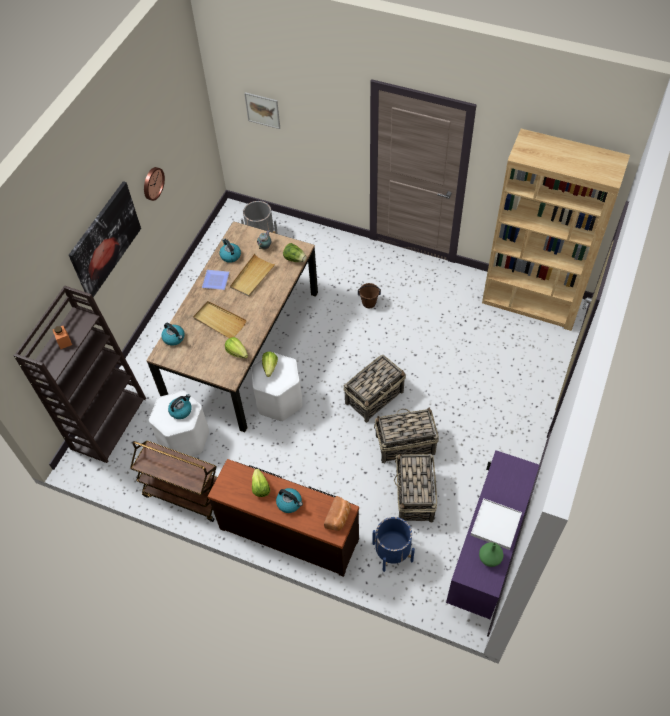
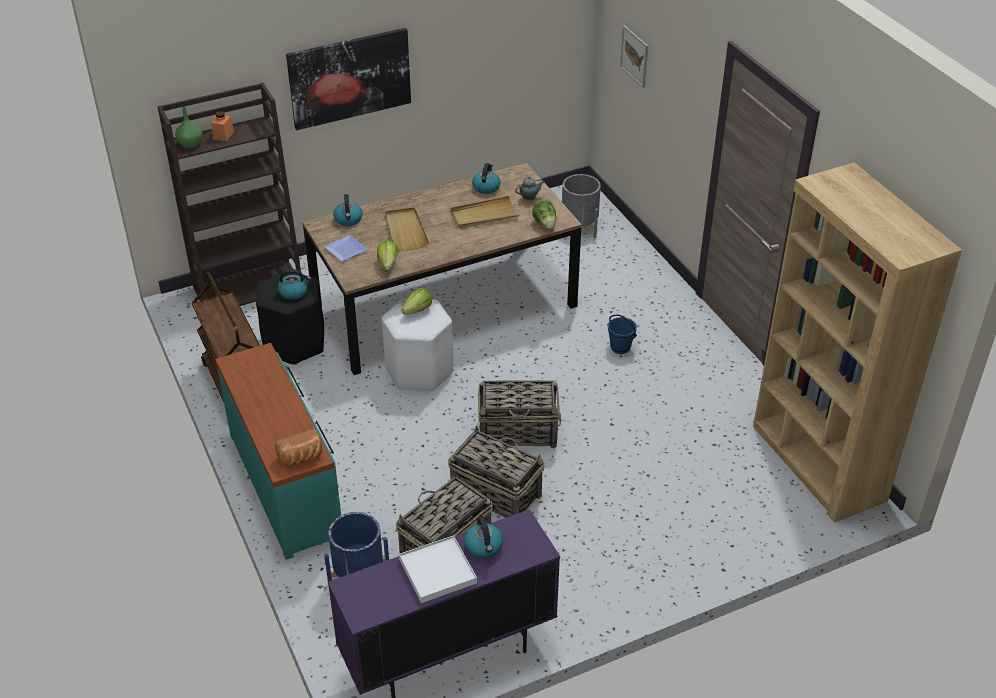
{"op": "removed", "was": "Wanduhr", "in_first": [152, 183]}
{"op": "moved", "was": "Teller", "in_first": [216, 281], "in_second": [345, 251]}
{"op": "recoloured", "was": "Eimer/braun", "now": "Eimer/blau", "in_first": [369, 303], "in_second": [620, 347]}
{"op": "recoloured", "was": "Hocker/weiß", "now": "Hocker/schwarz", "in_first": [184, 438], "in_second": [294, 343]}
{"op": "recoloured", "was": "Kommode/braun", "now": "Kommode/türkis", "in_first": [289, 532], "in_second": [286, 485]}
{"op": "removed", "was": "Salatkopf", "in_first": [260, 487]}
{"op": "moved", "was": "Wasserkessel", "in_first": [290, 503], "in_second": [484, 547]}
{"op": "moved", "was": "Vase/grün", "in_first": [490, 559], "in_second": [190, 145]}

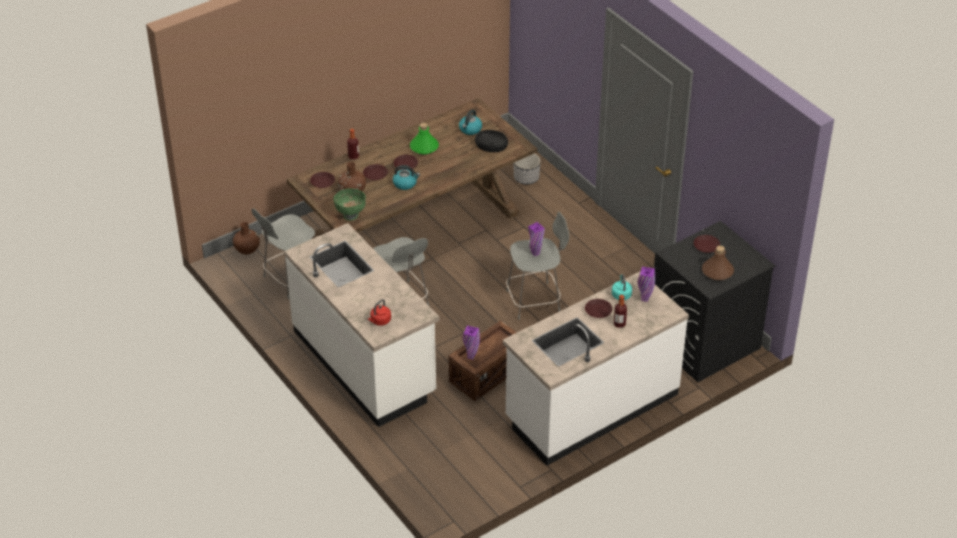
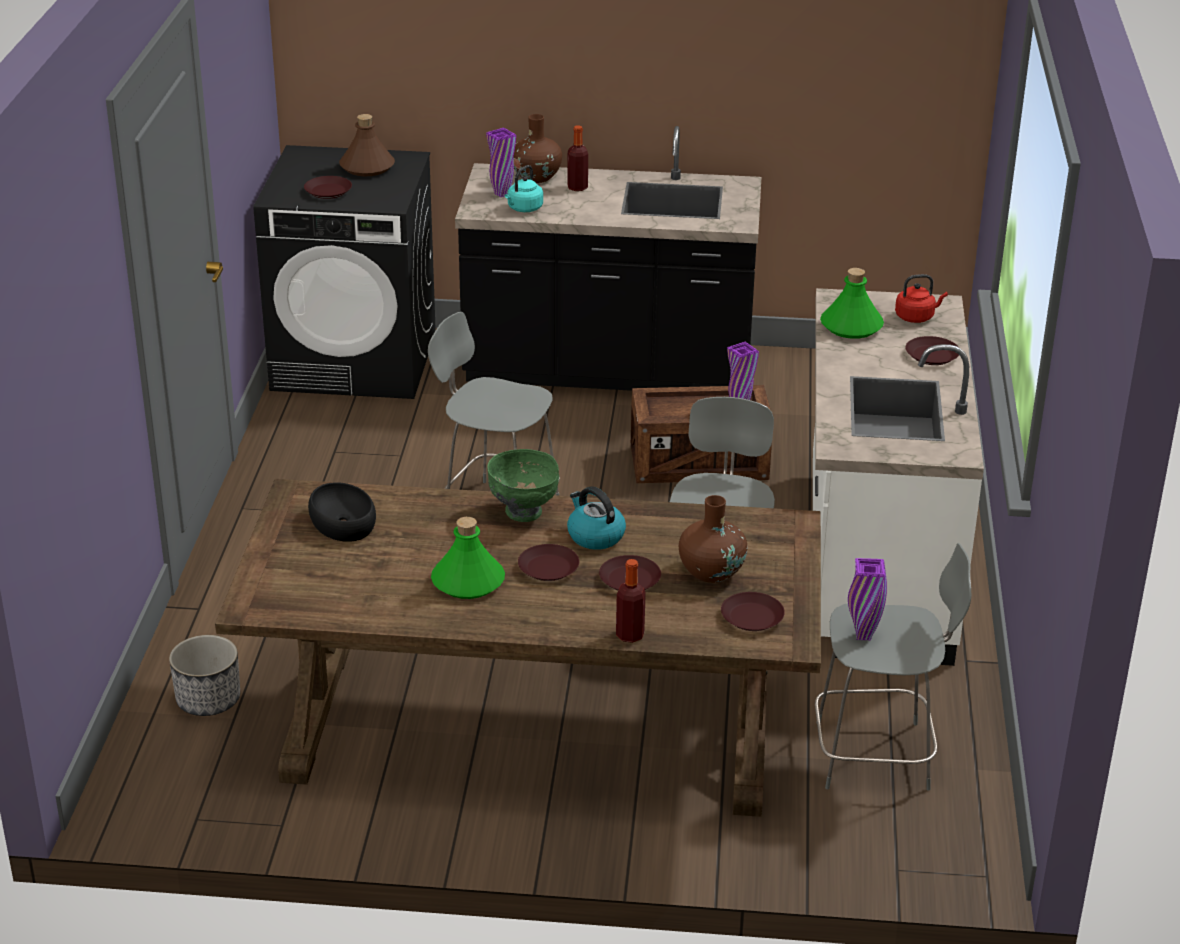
{"op": "removed", "was": "Wasserkessel", "in_first": [470, 129]}
{"op": "moved", "was": "Schüssel/grün", "in_first": [350, 215], "in_second": [523, 513]}
{"op": "moved", "was": "Vase/braun", "in_first": [247, 249], "in_second": [536, 177]}
{"op": "moved", "was": "Vase/lila", "in_first": [535, 253], "in_second": [863, 635]}
{"op": "recoloured", "was": "Küchenzeile/weiß", "now": "Küchenzeile/schwarz", "in_first": [591, 407], "in_second": [608, 371]}
{"op": "moved", "was": "Teller/braun", "in_first": [598, 310], "in_second": [931, 356]}
{"op": "added", "now": "Flasche/grün", "in_second": [851, 326]}

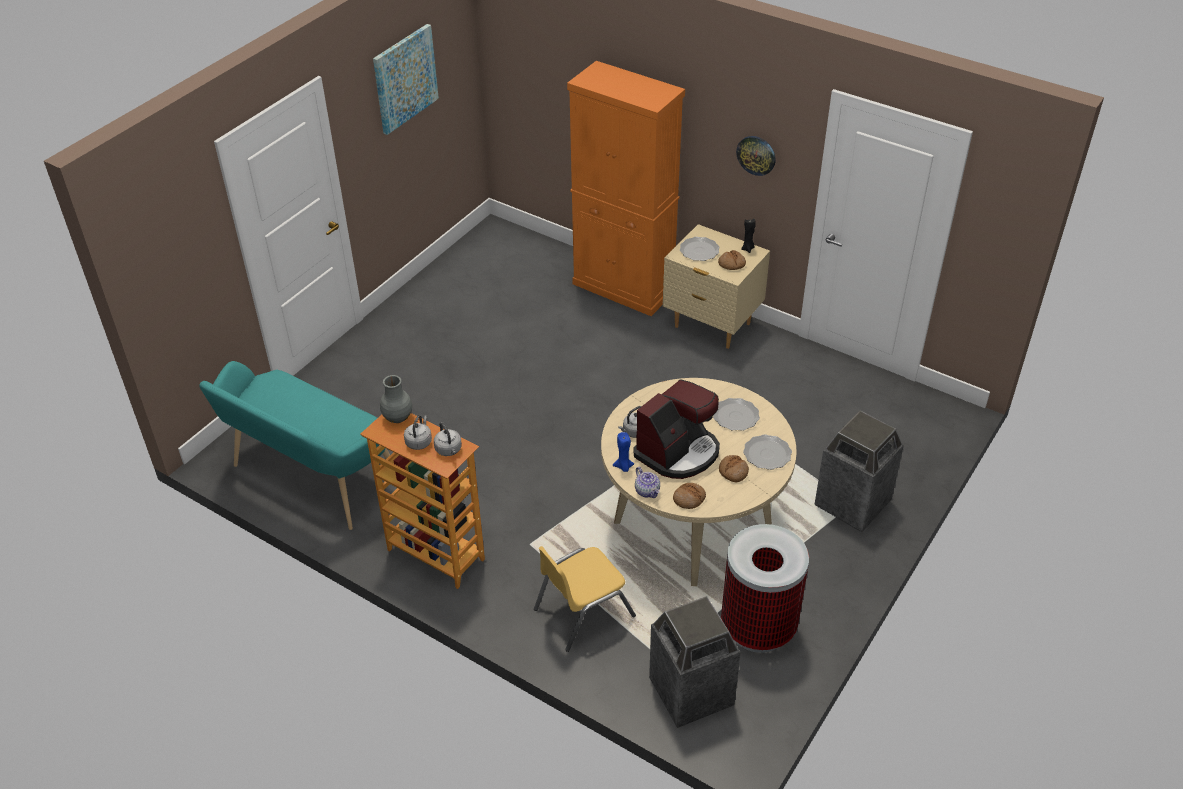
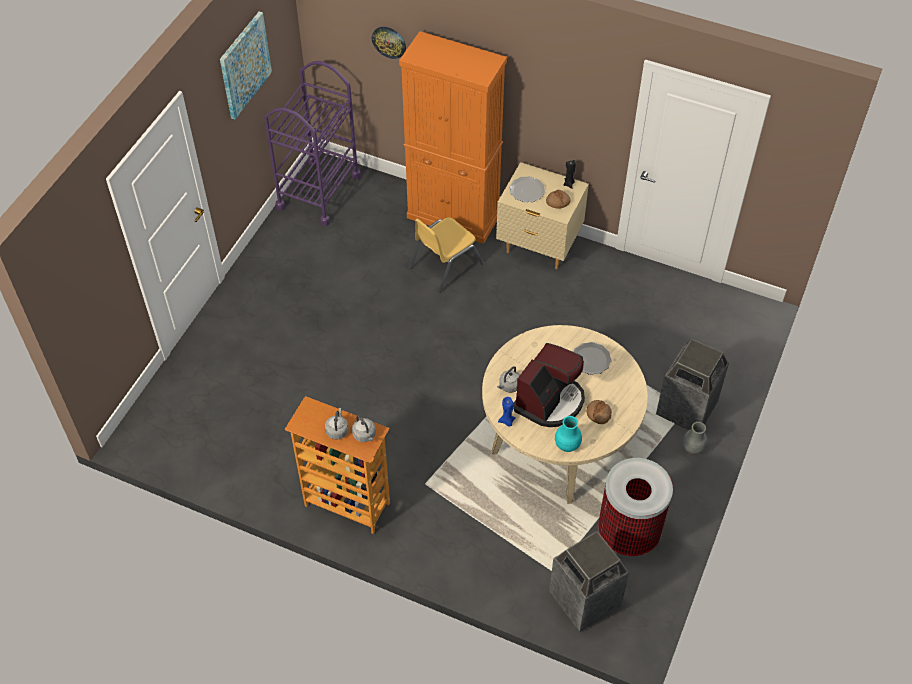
{"op": "moved", "was": "Wanduhr", "in_first": [756, 155], "in_second": [389, 42]}
{"op": "removed", "was": "Bank/türkis", "in_first": [310, 479]}
{"op": "moved", "was": "Vase/grau", "in_first": [397, 418], "in_second": [693, 448]}
{"op": "removed", "was": "Teller", "in_first": [767, 454]}
{"op": "removed", "was": "Teekanne", "in_first": [647, 491]}
{"op": "replaced", "was": "Brot", "now": "Vase/türkis", "in_first": [689, 498], "in_second": [567, 444]}
{"op": "moved", "was": "Stuhl/gelb", "in_first": [583, 612], "in_second": [445, 265]}
{"op": "added", "now": "Rollwagen/lila", "in_second": [318, 192]}

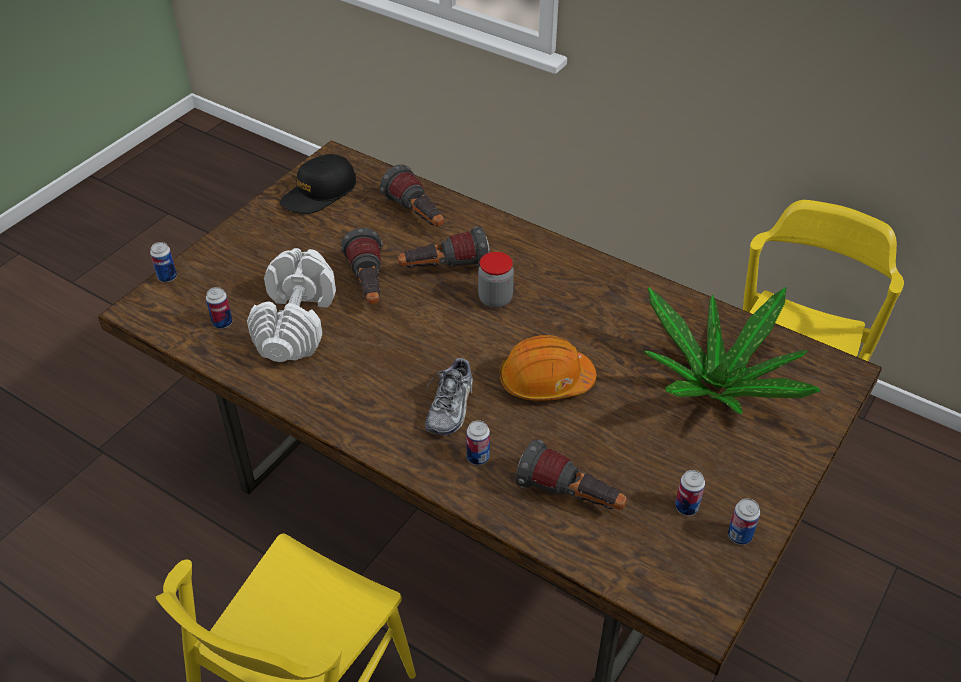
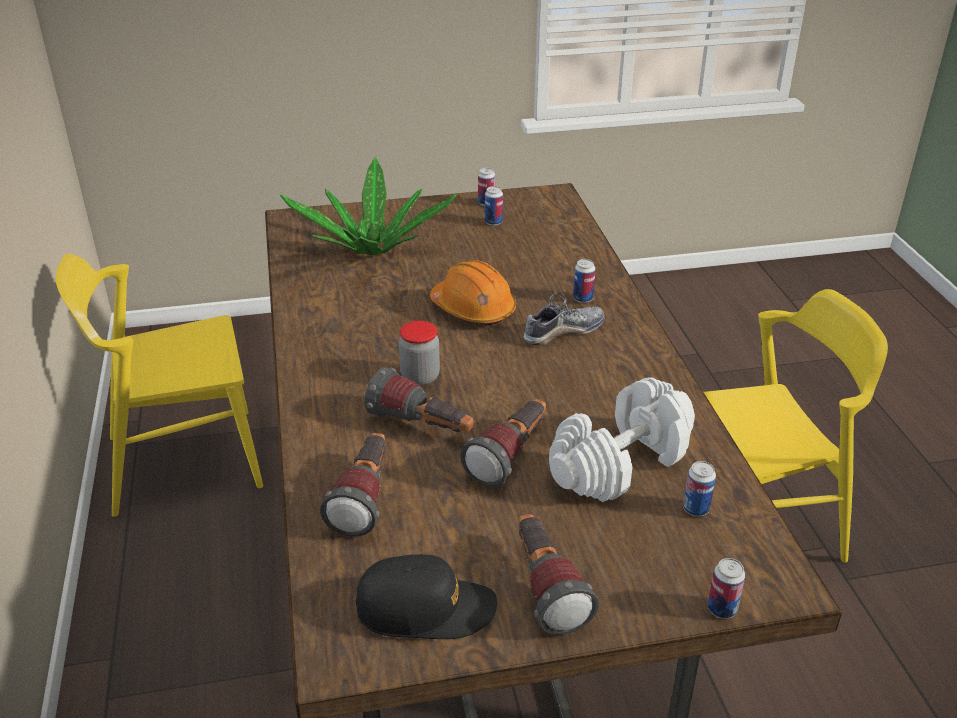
{"op": "moved", "was": "Taschenlampe", "in_first": [570, 497], "in_second": [545, 587]}

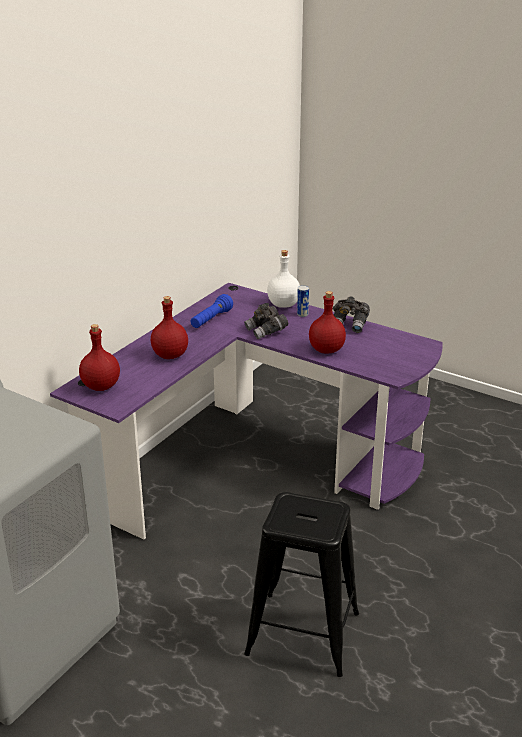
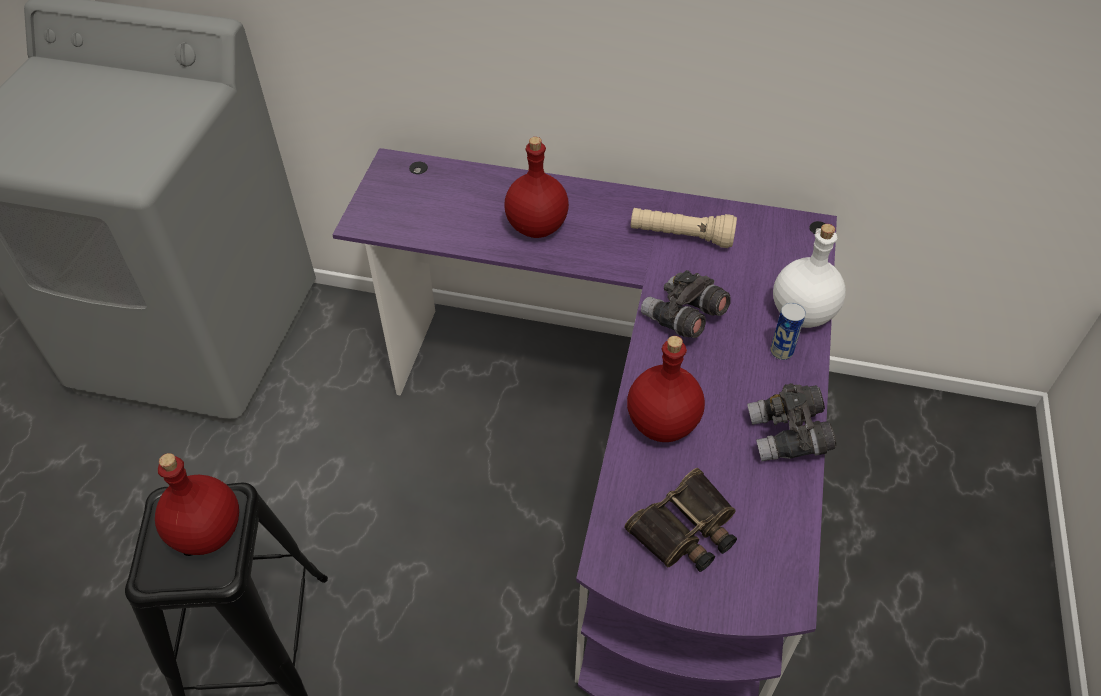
{"op": "recoloured", "was": "Taschenlampe/blau", "now": "Taschenlampe/beige", "in_first": [211, 320], "in_second": [681, 237]}
{"op": "moved", "was": "Flasche/rot", "in_first": [100, 386], "in_second": [209, 531]}
{"op": "added", "now": "Fernglas", "in_second": [686, 530]}

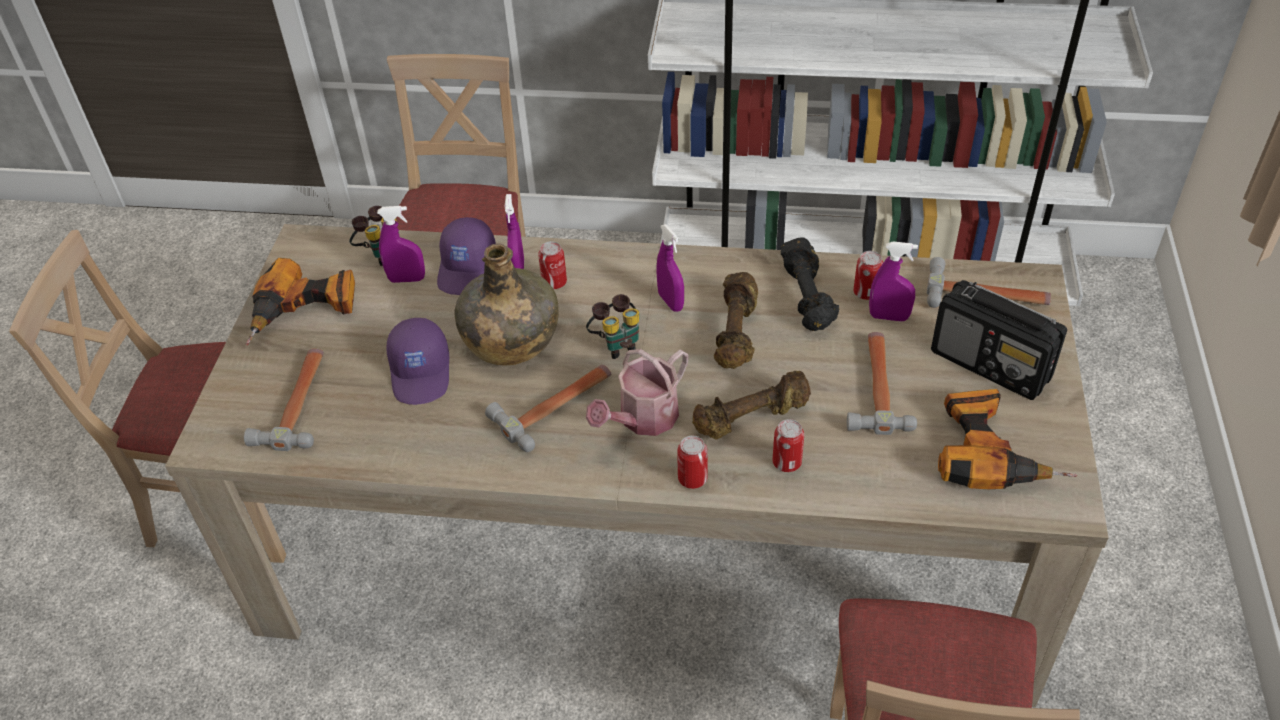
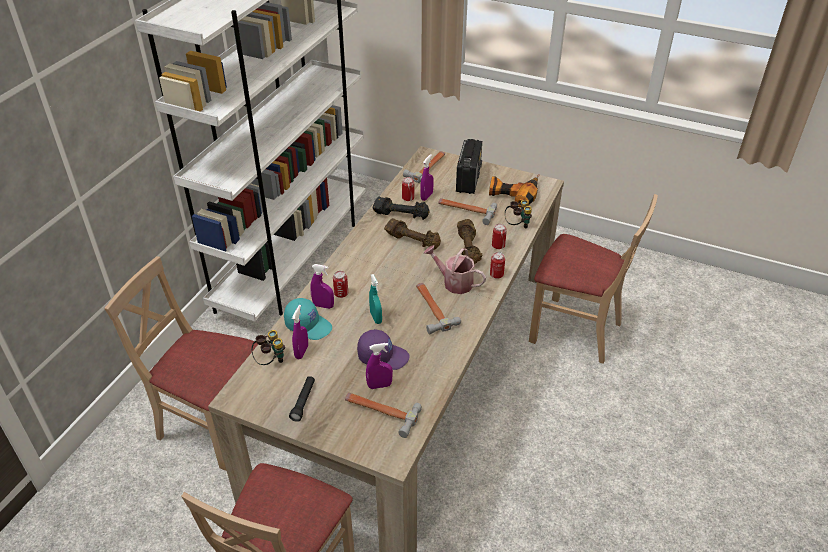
{"op": "recoloured", "was": "Kappe/lila", "now": "Kappe/türkis", "in_first": [468, 269], "in_second": [309, 325]}
{"op": "moved", "was": "Sprühflasche/lila", "in_first": [670, 302], "in_second": [379, 385]}
{"op": "replaced", "was": "Flasche/grün", "now": "Sprühflasche/türkis", "in_first": [510, 340], "in_second": [376, 318]}
{"op": "replaced", "was": "Bohrmaschine", "now": "Taschenlampe/schwarz", "in_first": [306, 312], "in_second": [303, 401]}
{"op": "turned", "was": "Radio", "in_first": [991, 365], "in_second": [468, 179], "clockwise": -45}
{"op": "moved", "was": "Fernglas", "in_first": [616, 344], "in_second": [517, 225]}
{"op": "turned", "was": "Gießkanne", "in_first": [643, 419], "in_second": [454, 282], "clockwise": 150}

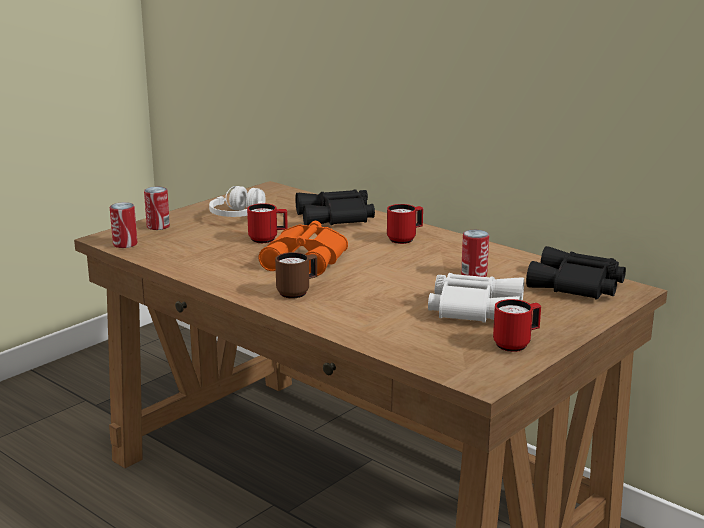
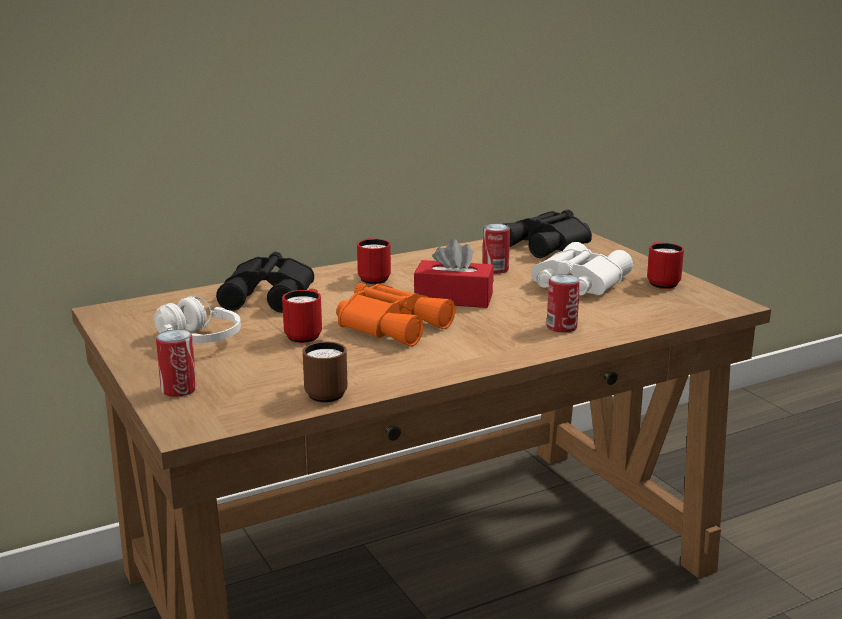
{"op": "moved", "was": "Dose", "in_first": [125, 244], "in_second": [561, 327]}
{"op": "moved", "was": "Henkelbecher/braun", "in_first": [297, 292], "in_second": [324, 392]}
{"op": "added", "now": "Taschentuchbox/rot", "in_second": [453, 298]}

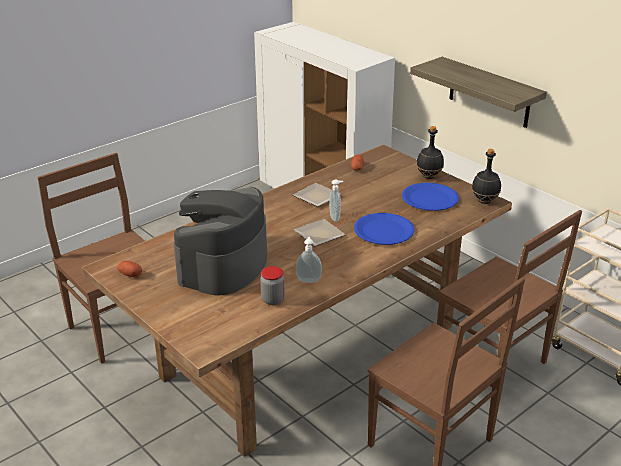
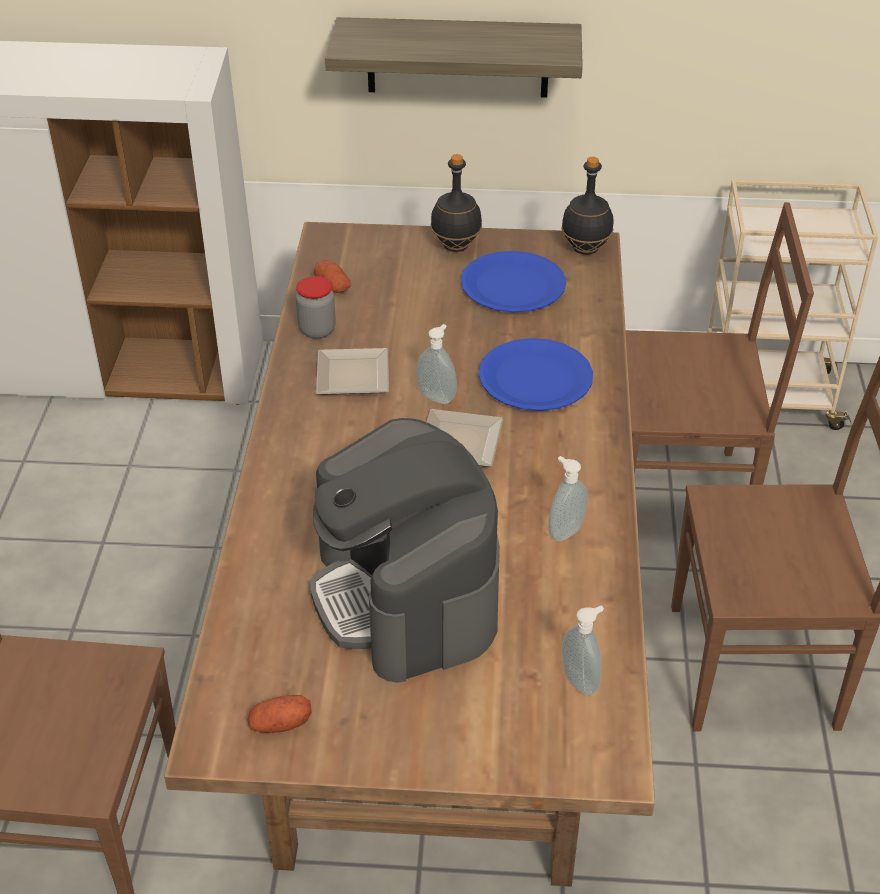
{"op": "moved", "was": "Vorratsglas", "in_first": [272, 300], "in_second": [317, 330]}
{"op": "added", "now": "Seifenspender", "in_second": [581, 681]}

